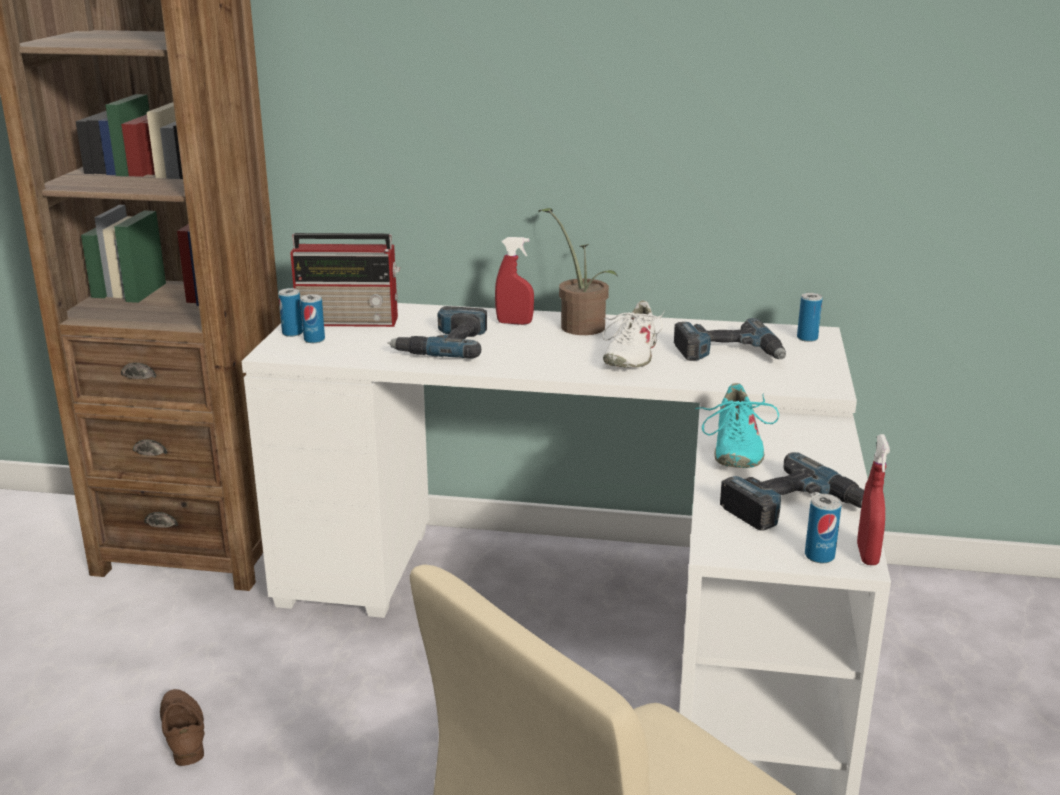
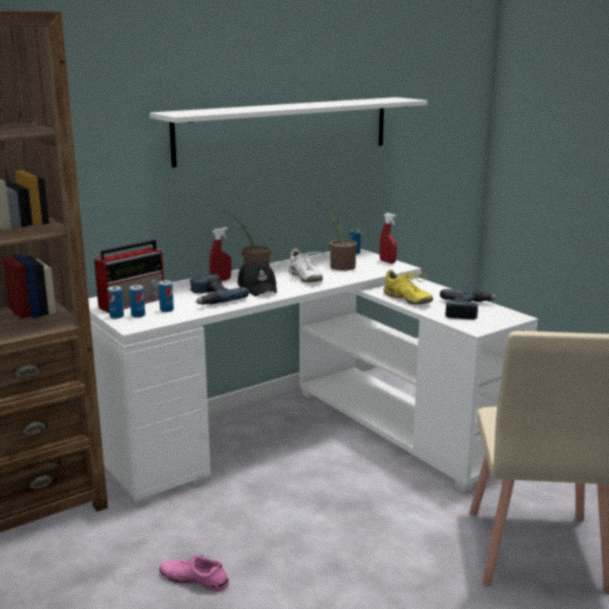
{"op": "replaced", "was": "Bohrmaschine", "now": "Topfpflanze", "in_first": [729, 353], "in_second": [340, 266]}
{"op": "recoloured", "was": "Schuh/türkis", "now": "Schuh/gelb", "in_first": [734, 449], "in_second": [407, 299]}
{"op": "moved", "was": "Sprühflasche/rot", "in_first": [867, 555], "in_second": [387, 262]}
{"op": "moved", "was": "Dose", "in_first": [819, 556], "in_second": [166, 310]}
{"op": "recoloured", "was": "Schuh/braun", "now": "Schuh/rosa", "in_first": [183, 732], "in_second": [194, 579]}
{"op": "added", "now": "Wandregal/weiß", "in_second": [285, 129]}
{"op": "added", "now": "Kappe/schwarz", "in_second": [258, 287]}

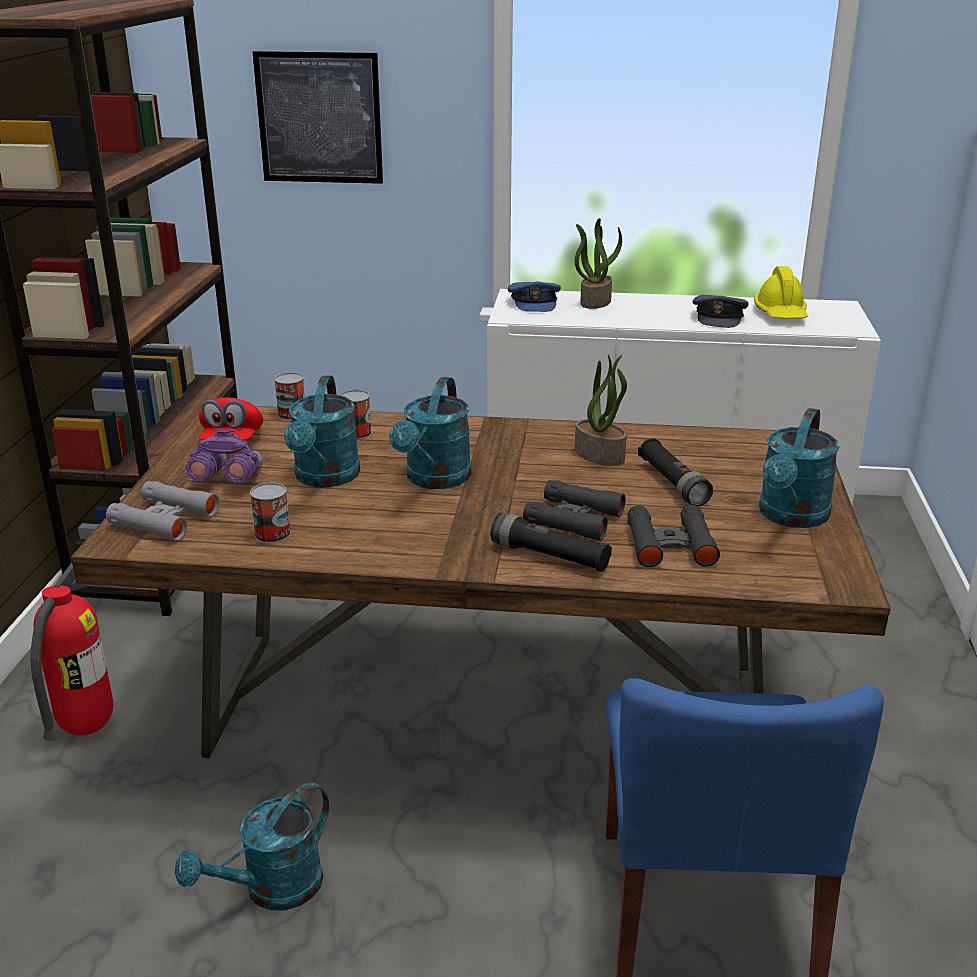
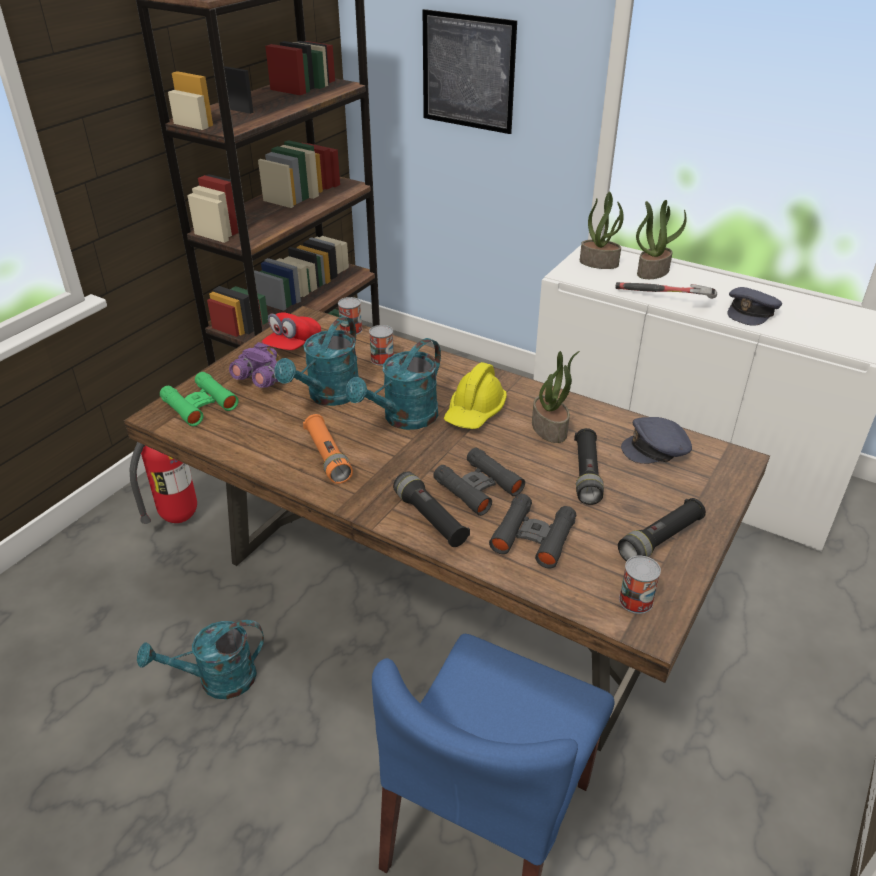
{"op": "moved", "was": "Schutzhelm/gelb", "in_first": [781, 314], "in_second": [475, 412]}
{"op": "replaced", "was": "Kappe/blau", "now": "Topfpflanze", "in_first": [534, 303], "in_second": [599, 263]}
{"op": "replaced", "was": "Gießkanne/türkis", "now": "Taschenlampe/schwarz", "in_first": [791, 517], "in_second": [660, 539]}
{"op": "recoloured", "was": "Fernglas/grau", "now": "Fernglas/grün", "in_first": [164, 519], "in_second": [199, 405]}
{"op": "moved", "was": "Dose", "in_first": [272, 534], "in_second": [636, 600]}
{"op": "added", "now": "Hammer", "in_second": [666, 300]}
{"op": "added", "now": "Taschenlampe/orange", "in_second": [328, 457]}
{"op": "added", "now": "Kappe/grau", "in_second": [657, 449]}

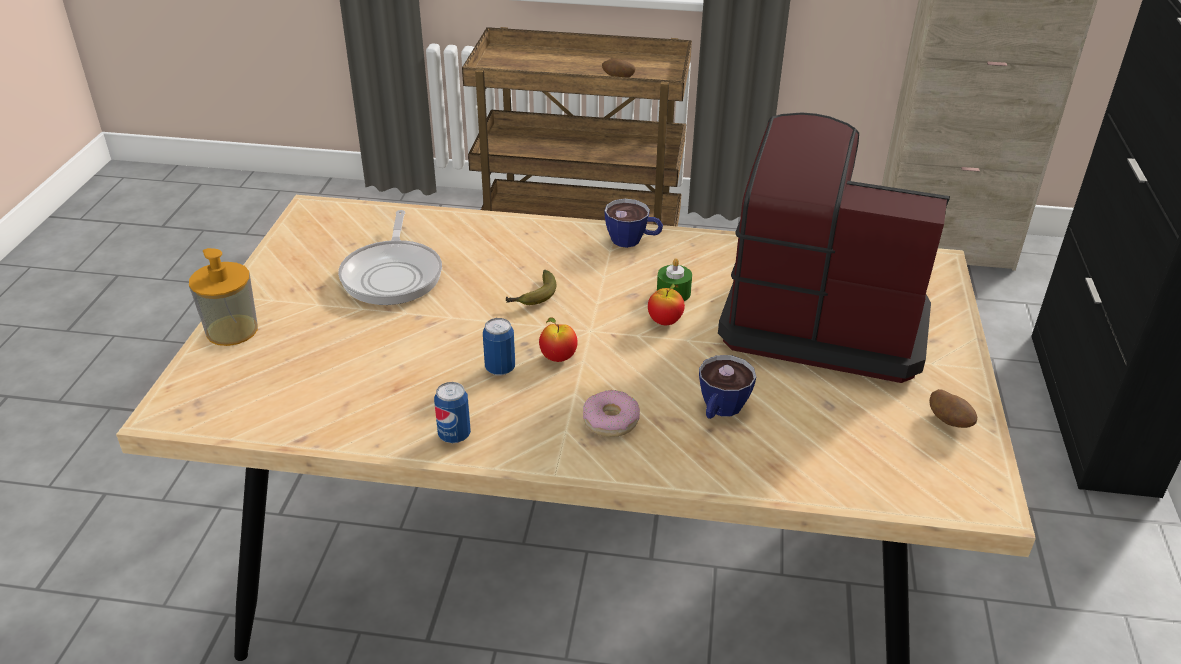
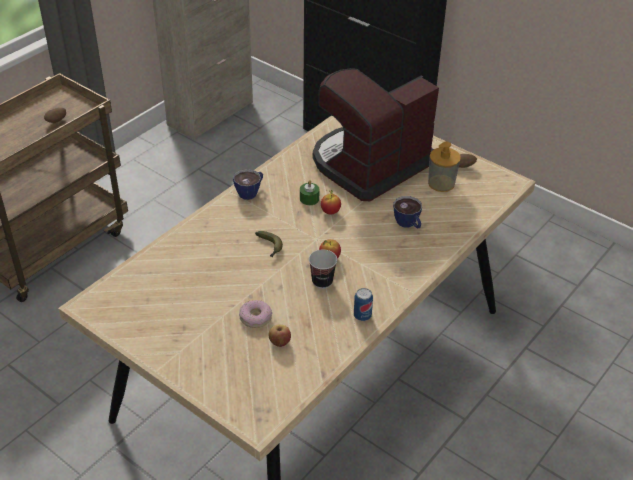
{"op": "removed", "was": "Pfanne", "in_first": [393, 275]}
{"op": "moved", "was": "Seifenspender", "in_first": [232, 330], "in_second": [441, 183]}
{"op": "replaced", "was": "Dose", "now": "Tasse", "in_first": [500, 368], "in_second": [322, 281]}
{"op": "moved", "was": "Donut", "in_first": [610, 420], "in_second": [255, 317]}
{"op": "added", "now": "Apfel", "in_second": [279, 342]}

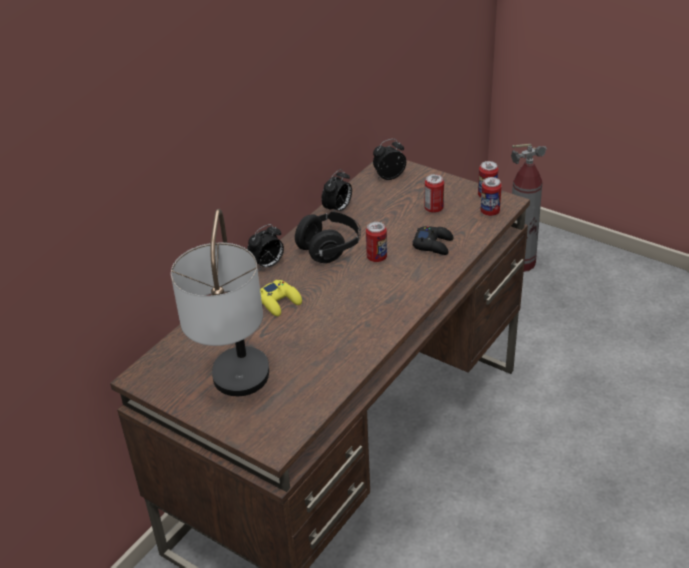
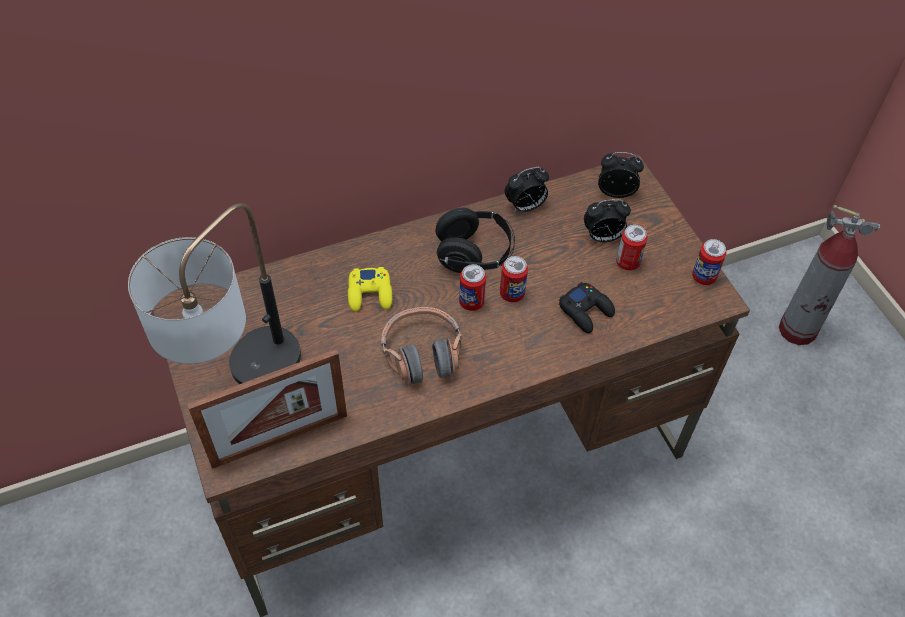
{"op": "moved", "was": "Dose", "in_first": [490, 212], "in_second": [471, 302]}
{"op": "moved", "was": "Wecker", "in_first": [267, 265], "in_second": [602, 237]}
{"op": "added", "now": "Kopfhörer", "in_second": [422, 354]}
{"op": "added", "now": "Bilderrahmen", "in_second": [280, 439]}

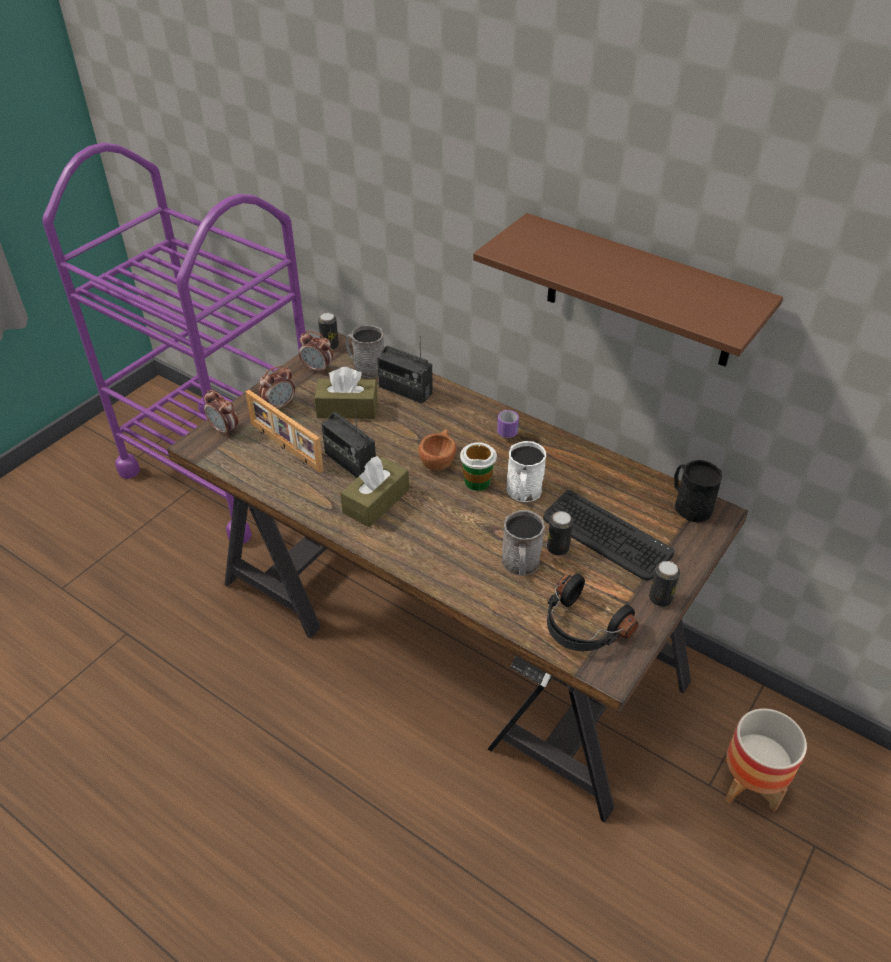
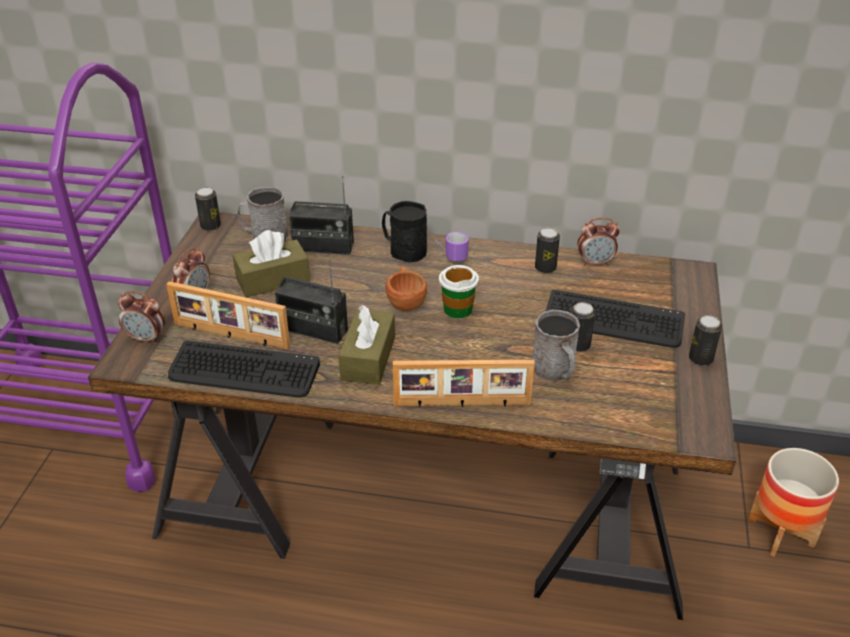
{"op": "removed", "was": "Wandregal/braun", "in_first": [640, 292]}
{"op": "moved", "was": "Wecker", "in_first": [318, 369], "in_second": [595, 262]}
{"op": "removed", "was": "Henkelbecher/weiß", "in_first": [523, 493]}
{"op": "moved", "was": "Henkelbecher/schwarz", "in_first": [689, 505], "in_second": [403, 250]}
{"op": "removed", "was": "Kopfhörer/schwarz", "in_first": [582, 627]}
{"op": "added", "now": "Dose", "in_second": [545, 268]}
{"op": "added", "now": "Tastatur", "in_second": [244, 371]}
{"op": "added", "now": "Bilderrahmen", "in_second": [462, 404]}

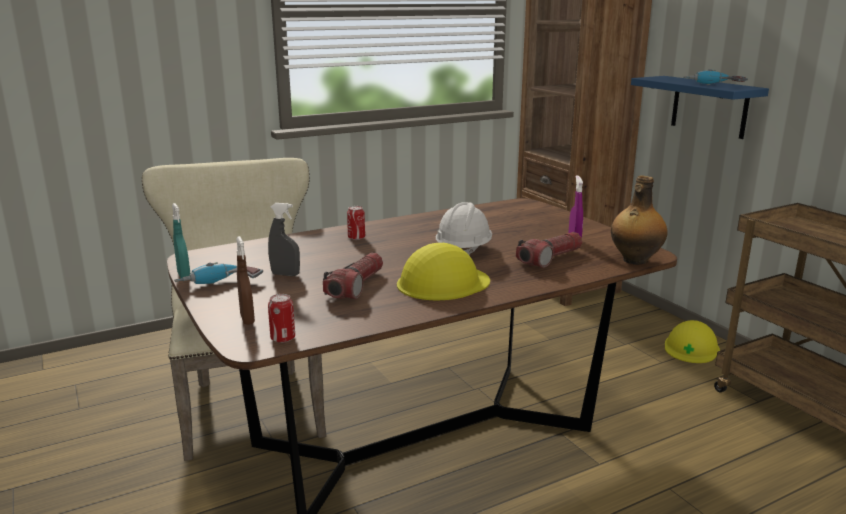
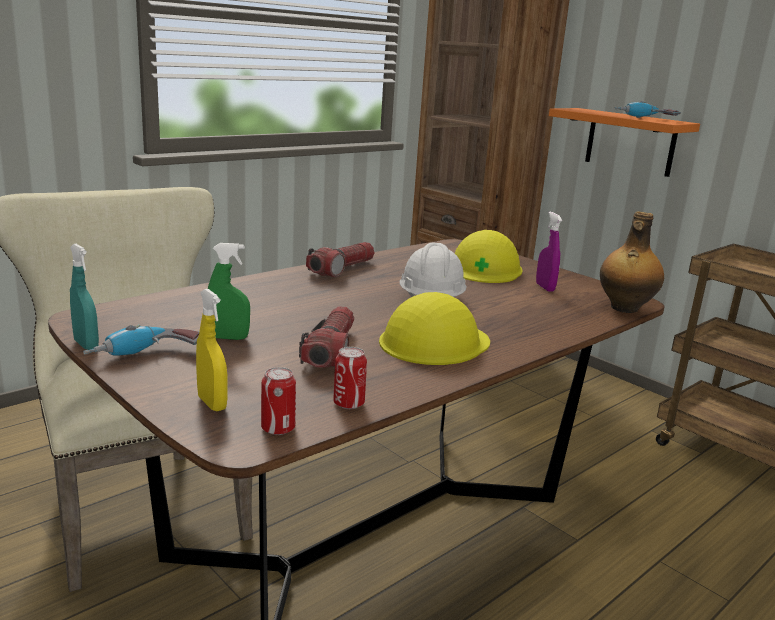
{"op": "recoloured", "was": "Wandregal/blau", "now": "Wandregal/orange", "in_first": [709, 106], "in_second": [630, 142]}
{"op": "recoloured", "was": "Sprühflasche/grau", "now": "Sprühflasche/grün", "in_first": [285, 274], "in_second": [228, 338]}
{"op": "moved", "was": "Dose", "in_first": [356, 238], "in_second": [348, 403]}
{"op": "moved", "was": "Taschenlampe", "in_first": [550, 258], "in_second": [342, 269]}
{"op": "recoloured", "was": "Sprühflasche/braun", "now": "Sprühflasche/gelb", "in_first": [247, 319], "in_second": [212, 403]}
{"op": "moved", "was": "Schutzhelm/gelb", "in_first": [691, 348], "in_second": [485, 268]}

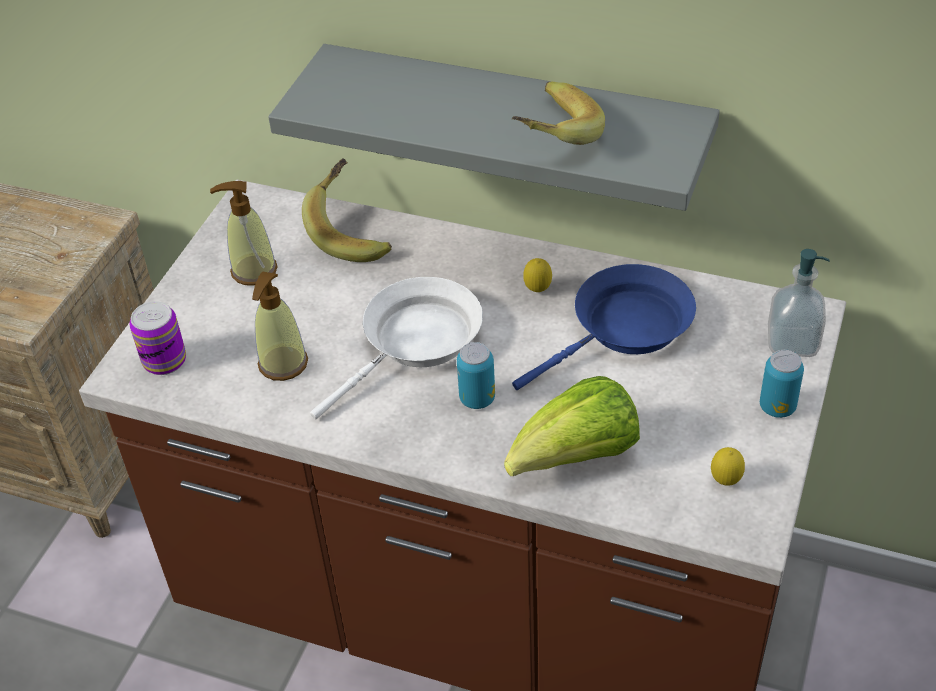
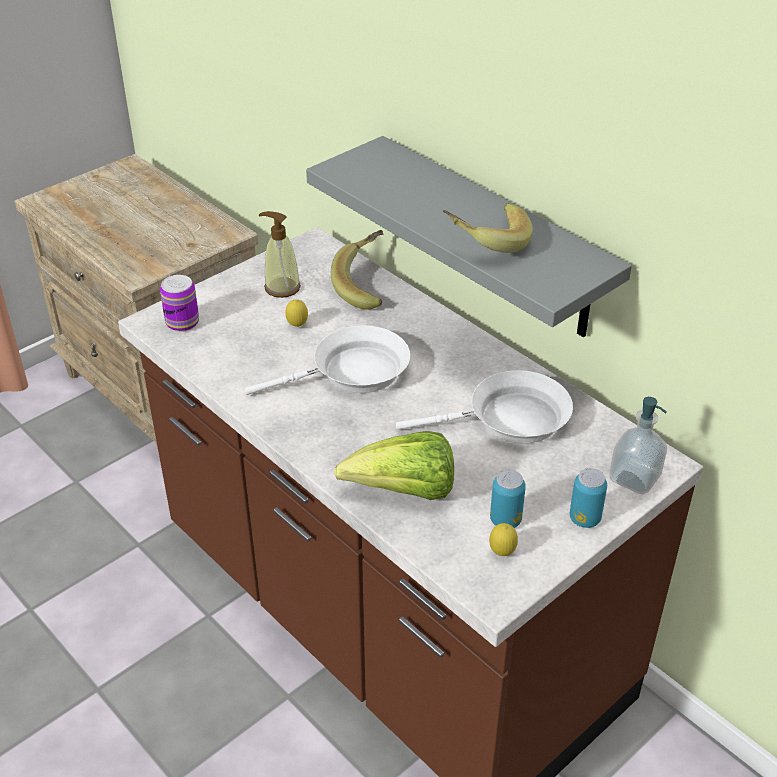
{"op": "moved", "was": "Zitrone", "in_first": [537, 290], "in_second": [297, 326]}
{"op": "recoloured", "was": "Pfanne/blau", "now": "Pfanne/weiß", "in_first": [625, 329], "in_second": [510, 420]}
{"op": "removed", "was": "Seifenspender", "in_first": [283, 364]}
{"op": "moved", "was": "Dose", "in_first": [477, 398], "in_second": [505, 520]}

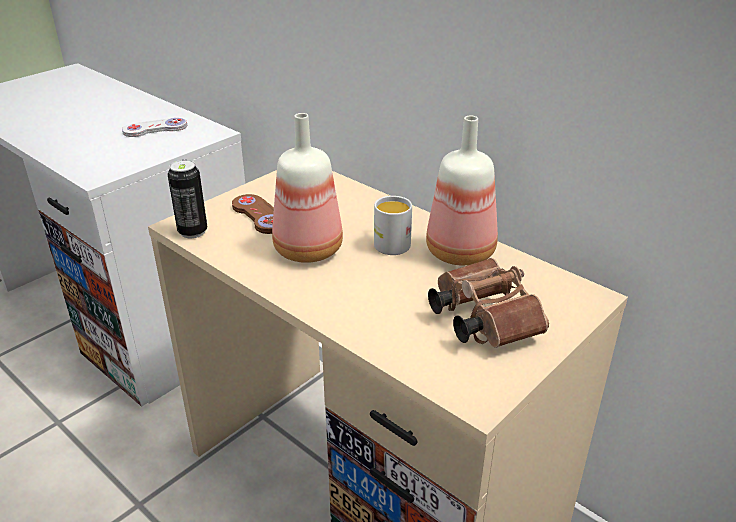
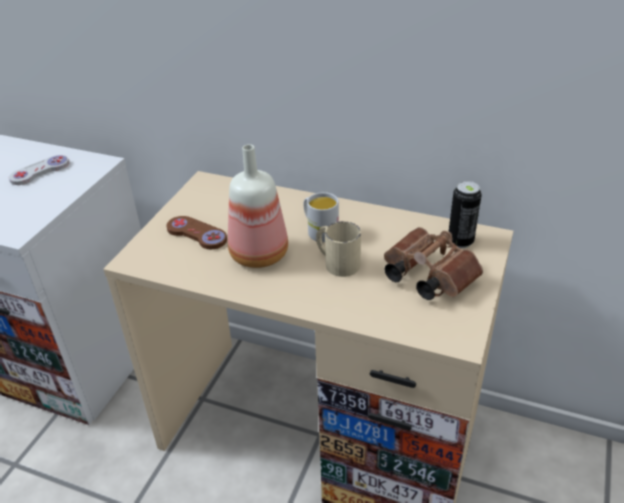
{"op": "removed", "was": "Flasche", "in_first": [460, 251]}
{"op": "moved", "was": "Dose", "in_first": [192, 232], "in_second": [460, 241]}
{"op": "added", "now": "Henkelbecher/beige", "in_second": [336, 262]}

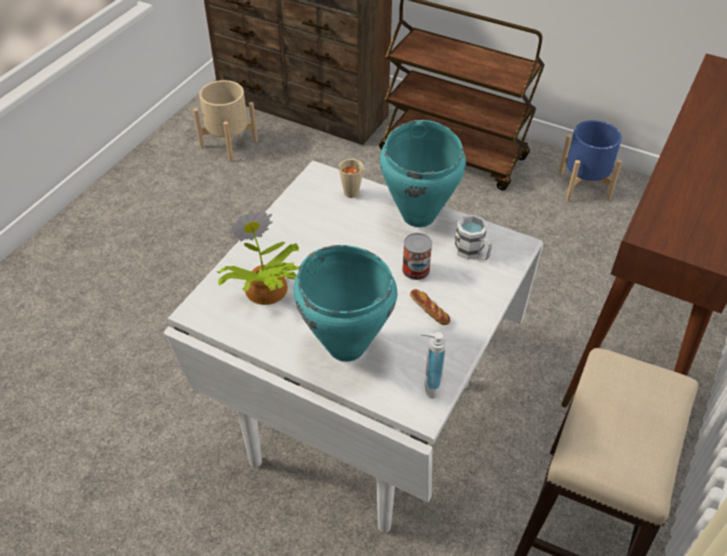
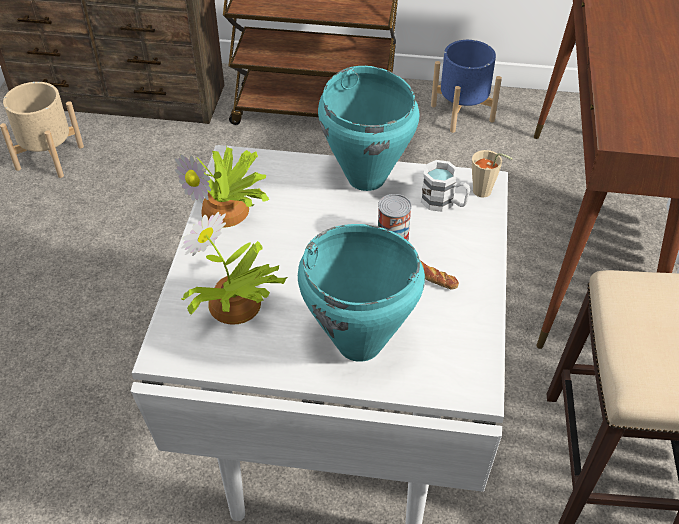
{"op": "moved", "was": "Tasse/beige", "in_first": [353, 195], "in_second": [485, 193]}
{"op": "removed", "was": "Seifenspender", "in_first": [429, 385]}
{"op": "added", "now": "Topfpflanze", "in_second": [228, 210]}

